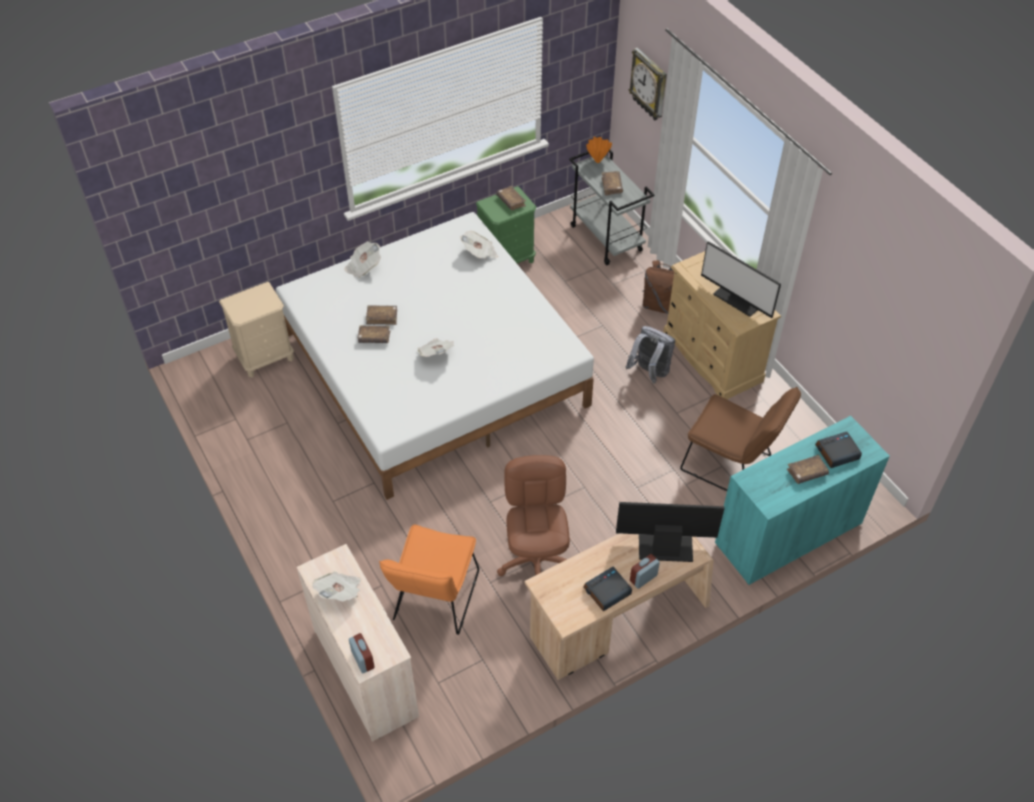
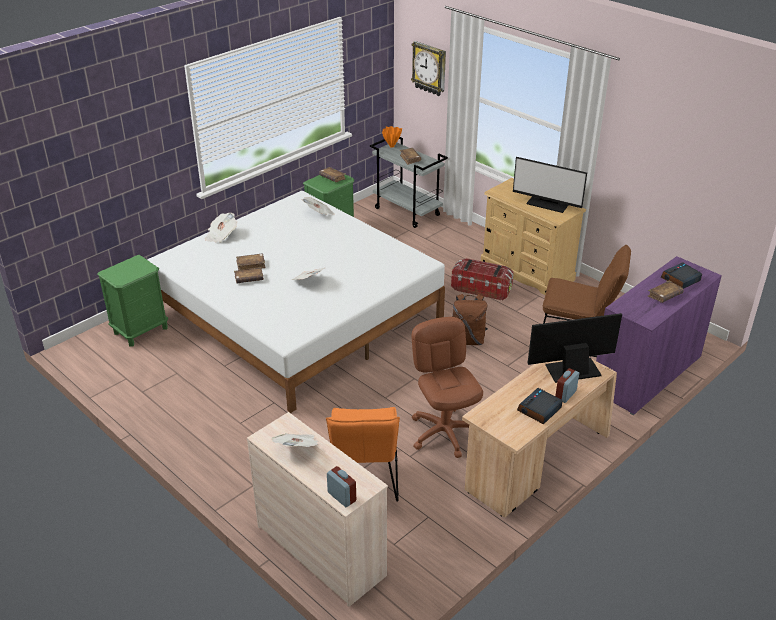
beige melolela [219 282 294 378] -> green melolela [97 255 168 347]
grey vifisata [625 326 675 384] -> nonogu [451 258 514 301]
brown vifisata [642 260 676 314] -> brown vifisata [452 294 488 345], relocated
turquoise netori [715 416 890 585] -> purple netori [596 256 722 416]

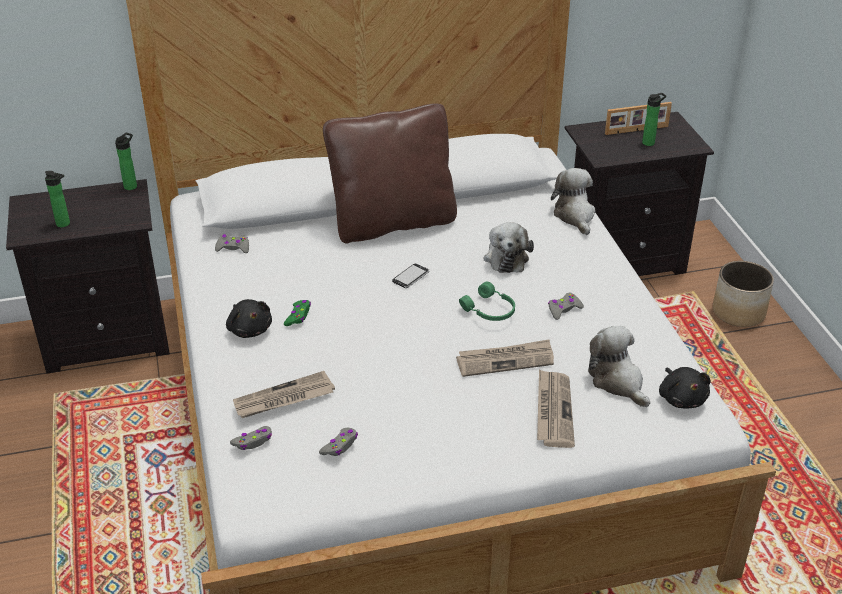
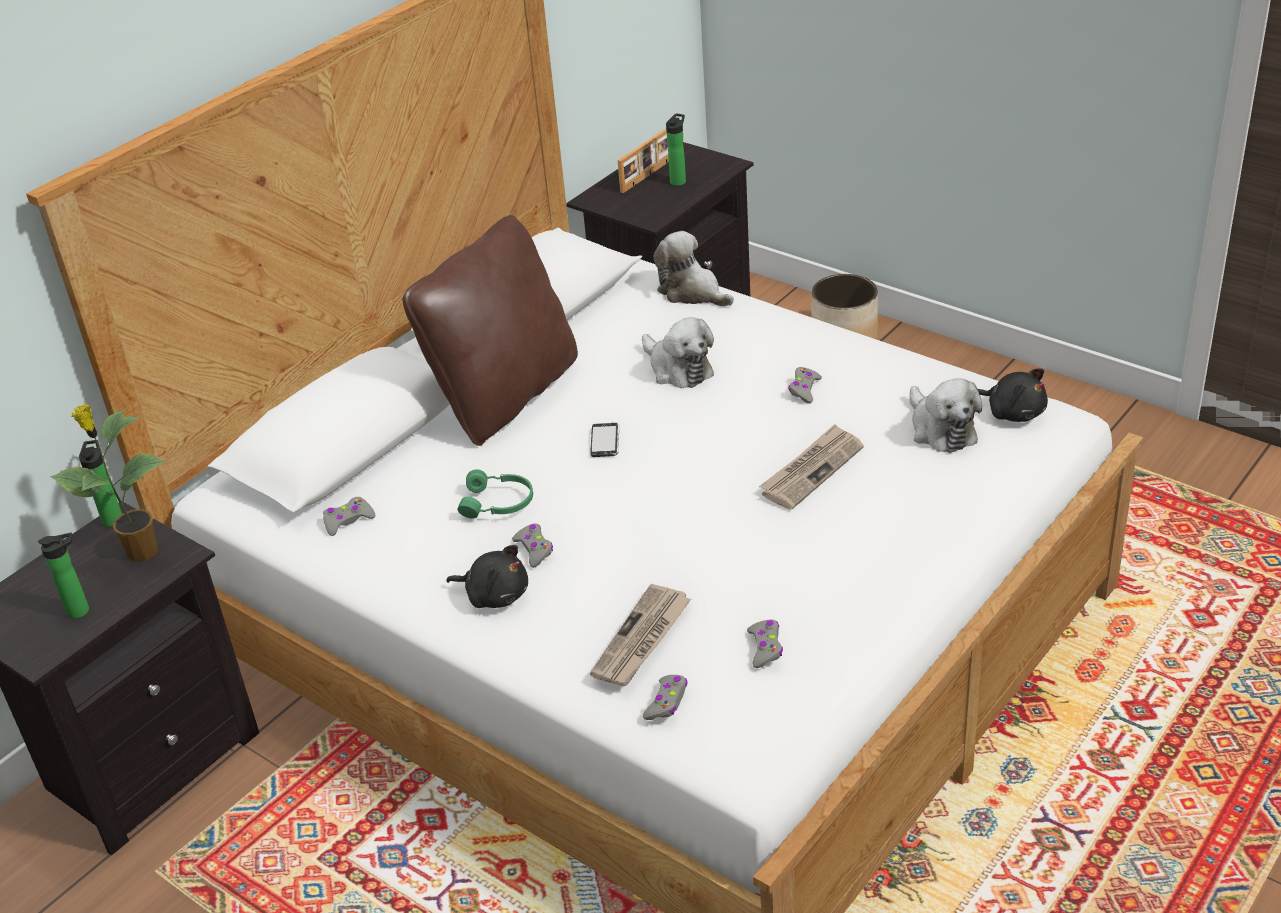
none -> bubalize [50 404 166 562]
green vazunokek [459 282 515 321] -> green vazunokek [457 469 533 519], relocated
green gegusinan [284 300 311 326] -> grey gegusinan [512 524 553 568]
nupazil [588 326 650 408] -> nupazil [909 378 982 453], 135 degrees counterclockwise
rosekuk [537 369 575 448] -> none

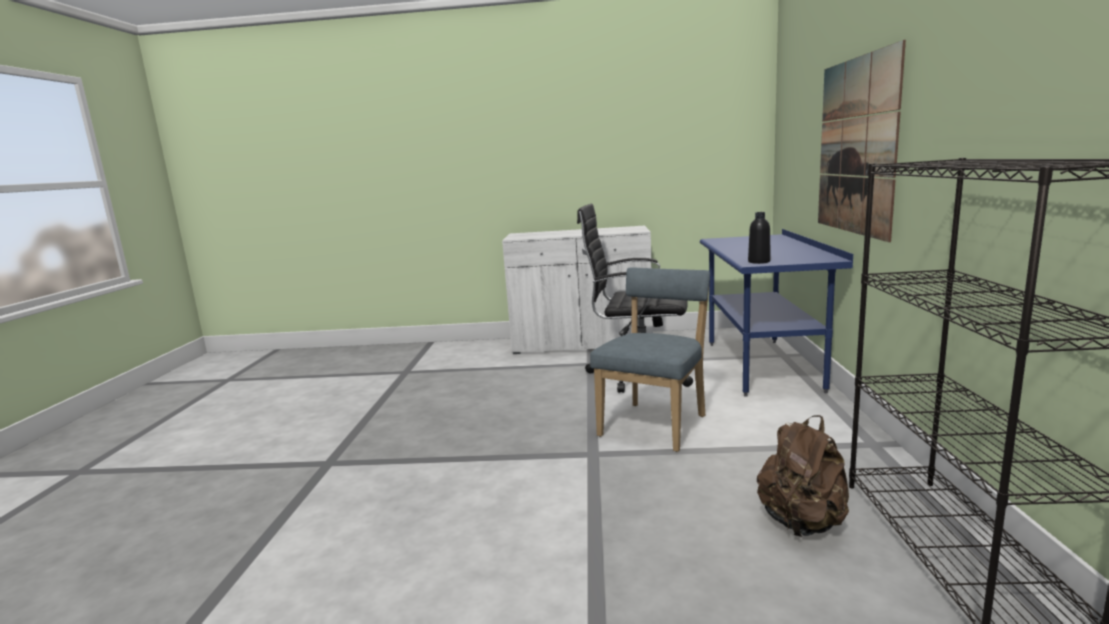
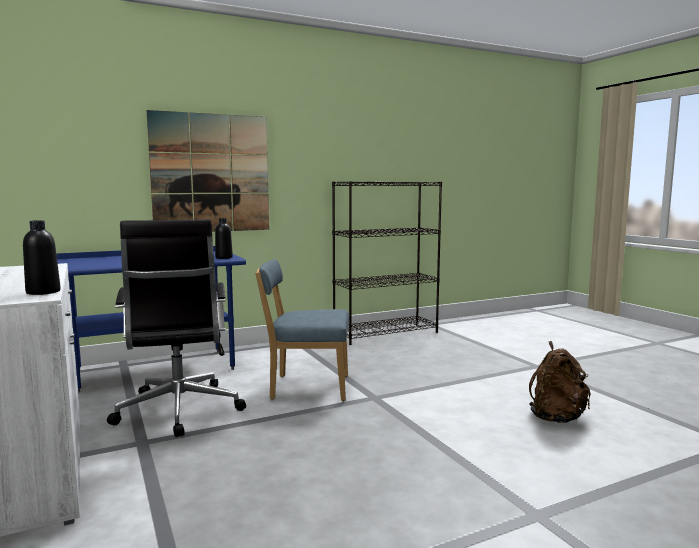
none -> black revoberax [23 220 61 295]
brown vifisata [757 415 849 537] -> brown vifisata [529 341 590 423], relocated

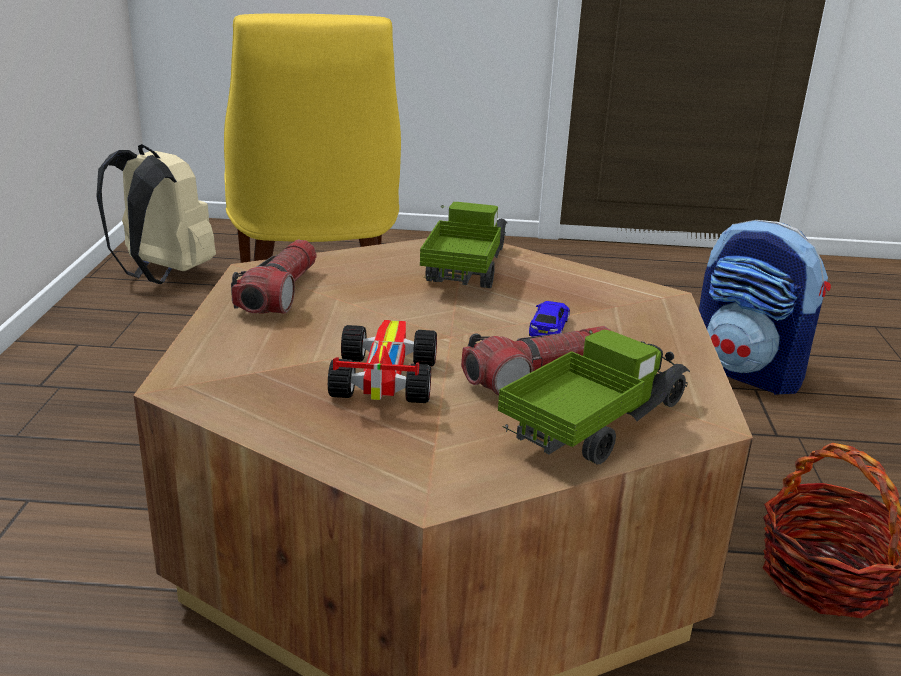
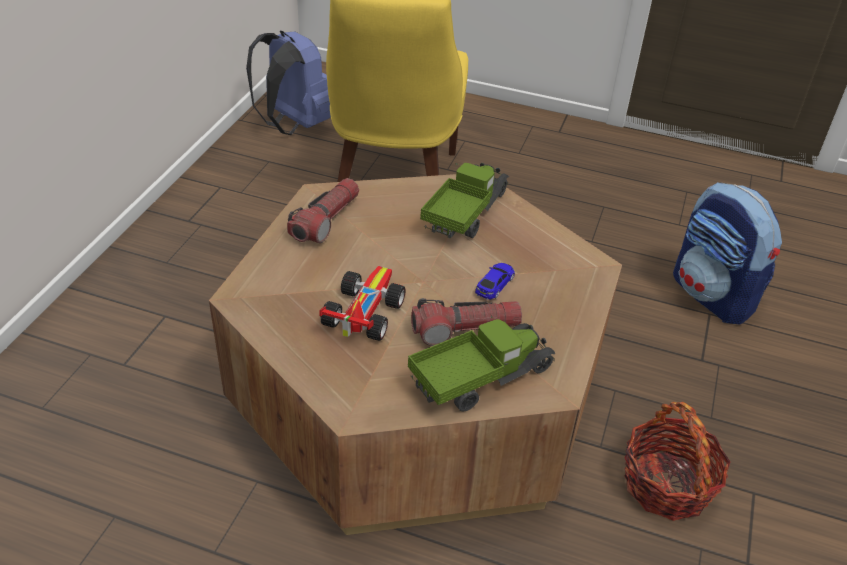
beige vifisata [96 144 216 284] -> blue vifisata [246 31 331 135]

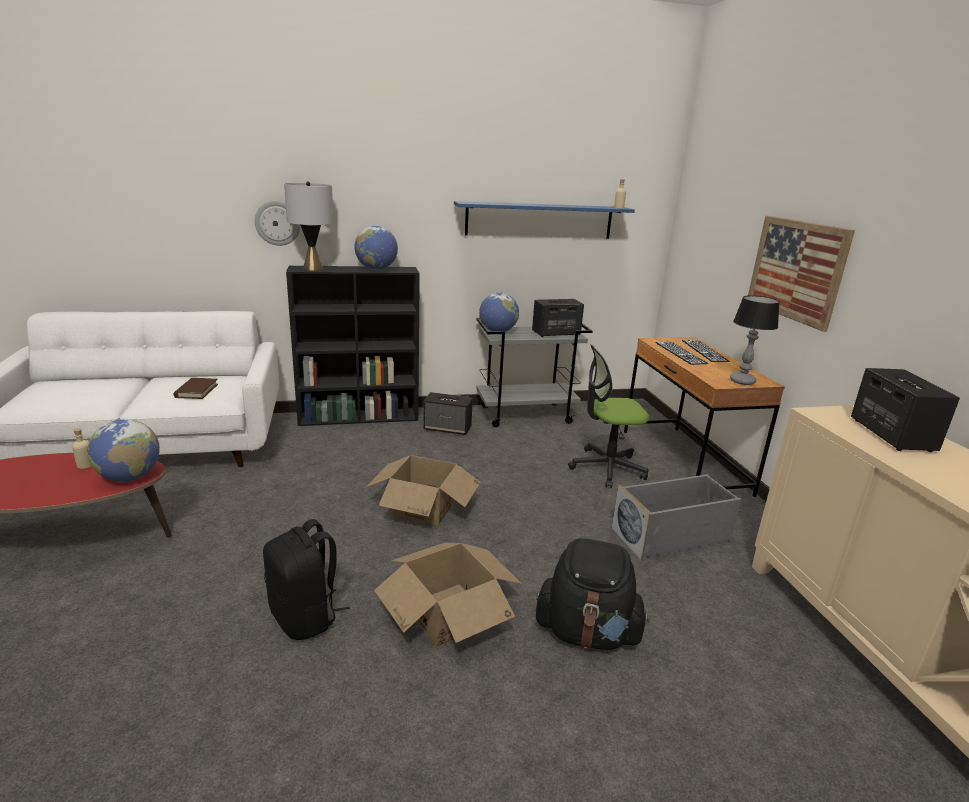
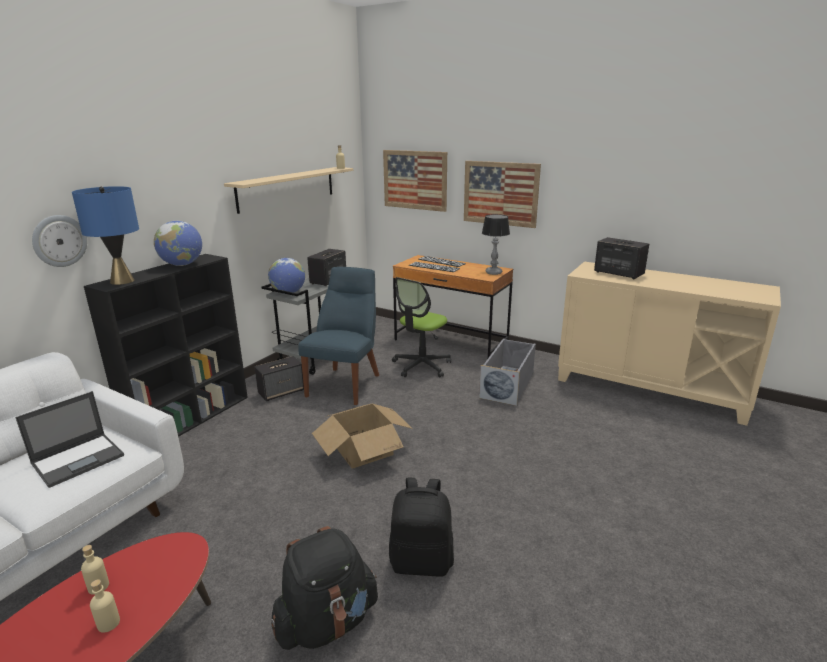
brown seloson [174 378 218 399] -> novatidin [15 391 124 488]
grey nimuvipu [284 181 334 271] -> blue nimuvipu [72 186 139 285]
none -> beige revoberax [90 579 120 633]
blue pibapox [454 201 635 239] -> beige pibapox [224 167 353 214]
black vifisata [536 538 649 650] -> black vifisata [271 526 378 650], relocated
none -> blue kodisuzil [298 267 379 405]
none -> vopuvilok [383 150 447 212]
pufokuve [87 419 160 481] -> none
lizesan [374 543 522 647] -> none

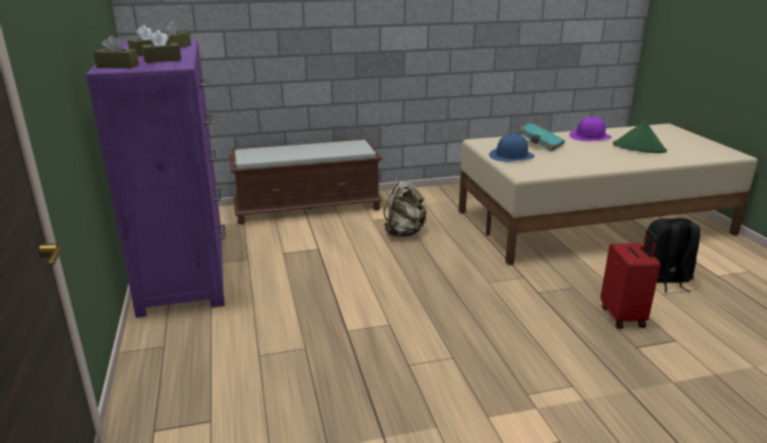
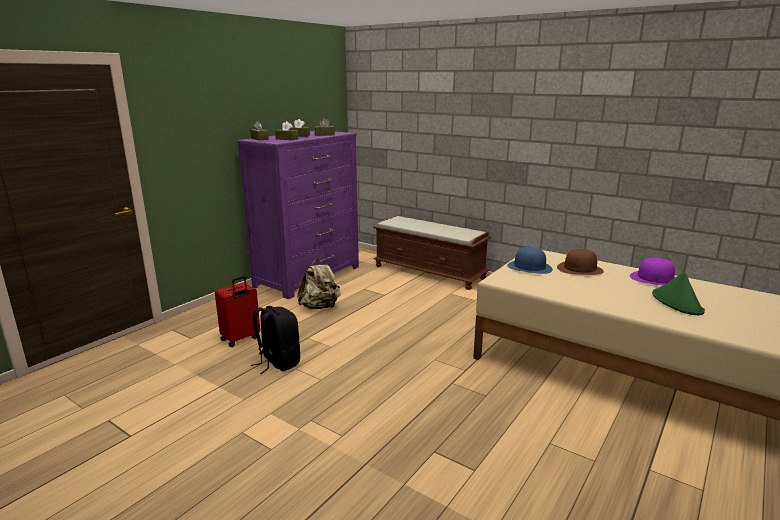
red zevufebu [601 230 660 329] -> red zevufebu [215 276 260 347], relocated
black vifisata [645 218 700 292] -> black vifisata [251 306 300 374], relocated
beige vifisata [383 177 427 237] -> beige vifisata [297 259 341 309], relocated
turquoise seloson [518 122 565 151] -> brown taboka [557 249 604 275]

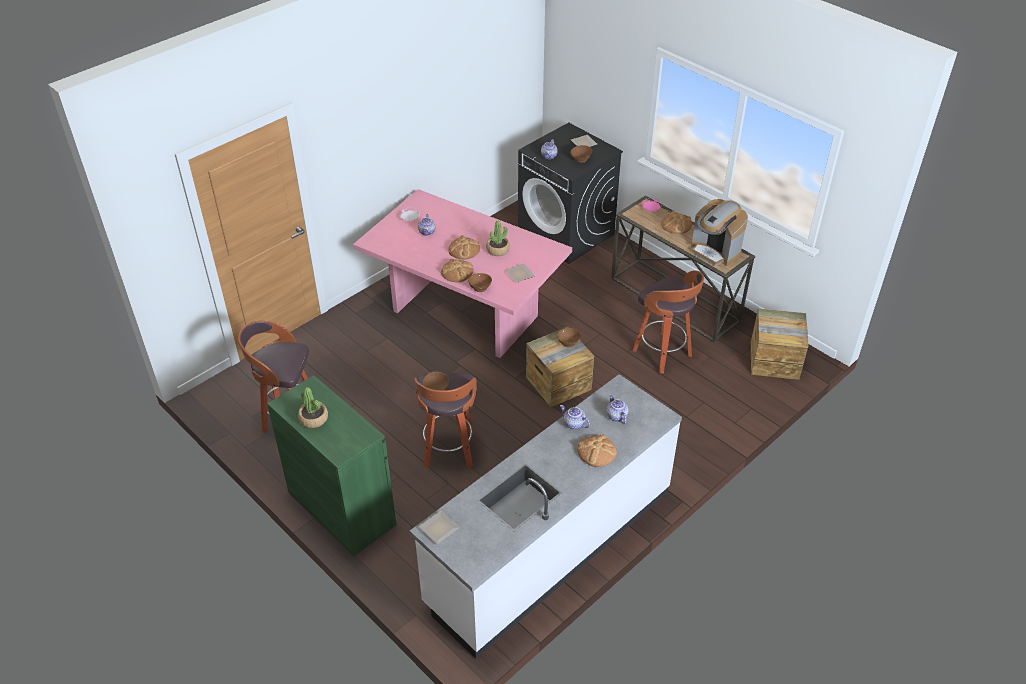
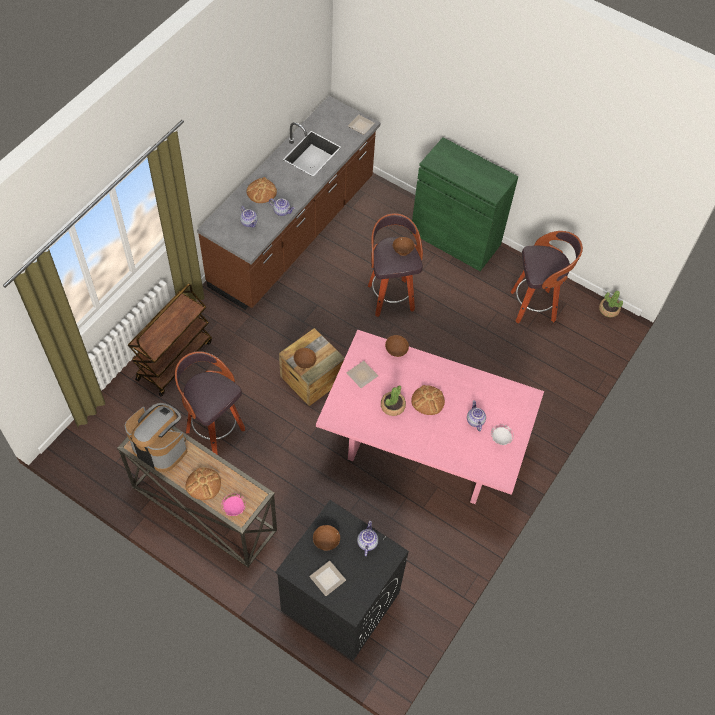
none -> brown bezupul [128 284 212 397]
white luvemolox [410 374 682 659] -> brown luvemolox [197 96 380 310]
bubalize [298 387 328 428] -> bubalize [599 291 623 317], relocated
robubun [441 259 473 282] -> none
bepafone [751 308 809 380] -> none

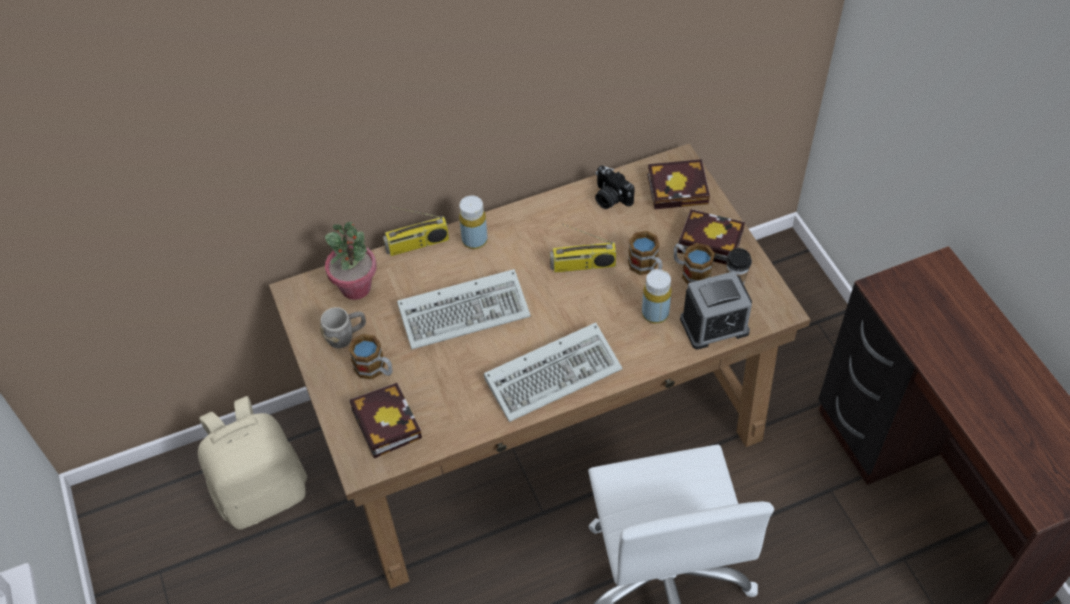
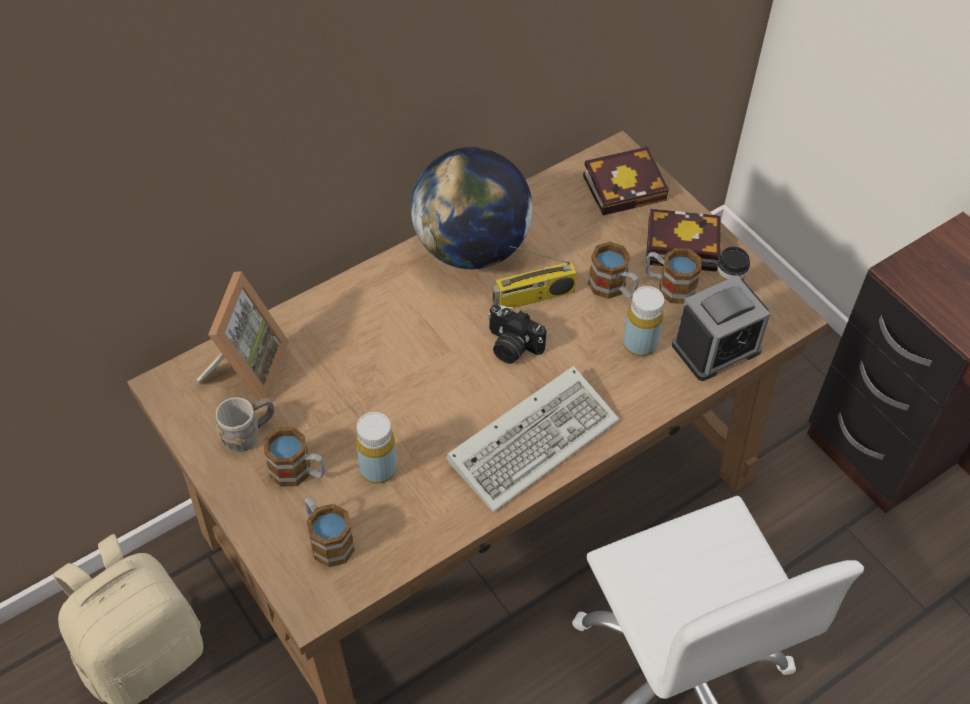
bubalize [325 221 376 300] -> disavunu [196 271 289 401]
seloson [350 383 422 458] -> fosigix [304 497 355 567]
yellow revoberax [459 196 488 249] -> yellow revoberax [356 412 397 484], relocated
none -> pufokuve [411 147 533 269]
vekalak [595 166 635 209] -> vekalak [488 304 547 364], relocated
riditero [383 206 449 256] -> none
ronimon [397 269 531 349] -> none

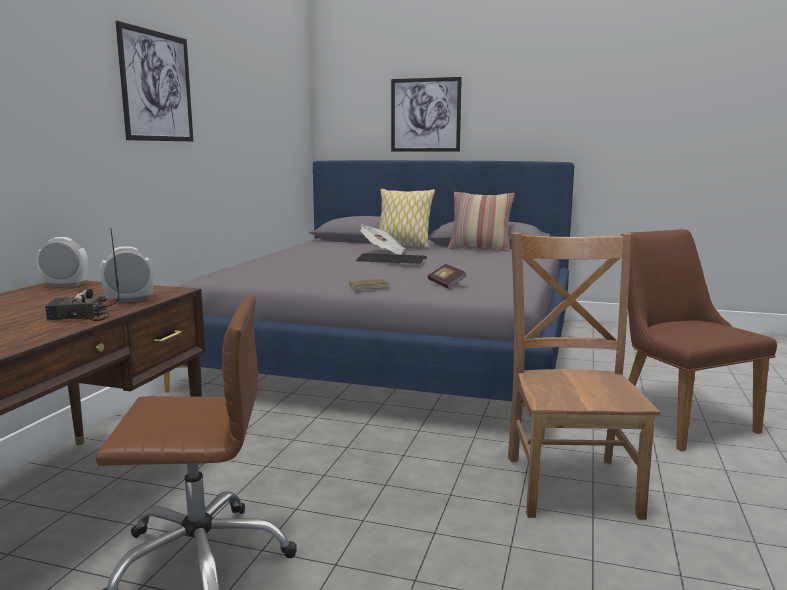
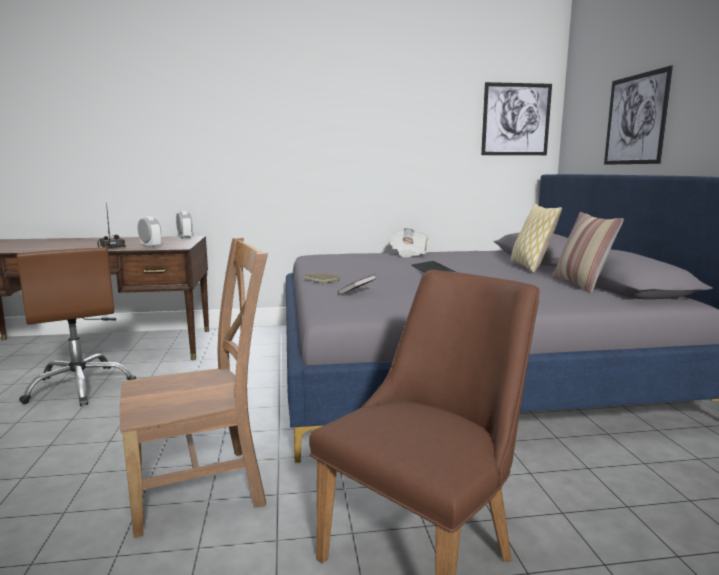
rosekuk [360 225 405 255] -> rosekuk [389 228 429 257], relocated
vopuvilok [116 21 193 141] -> vopuvilok [481 82 552 155], relocated

